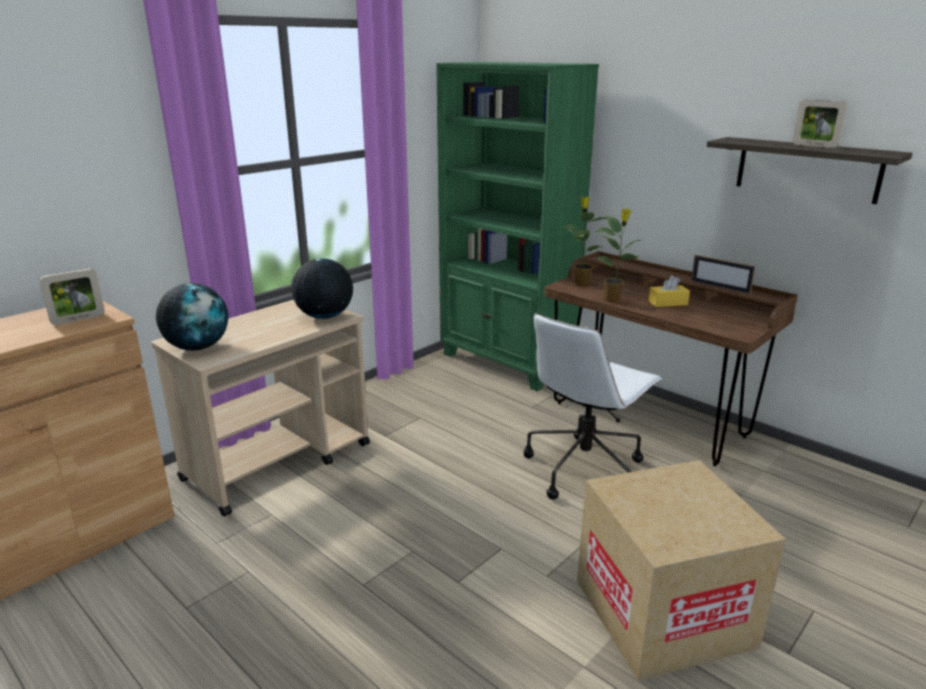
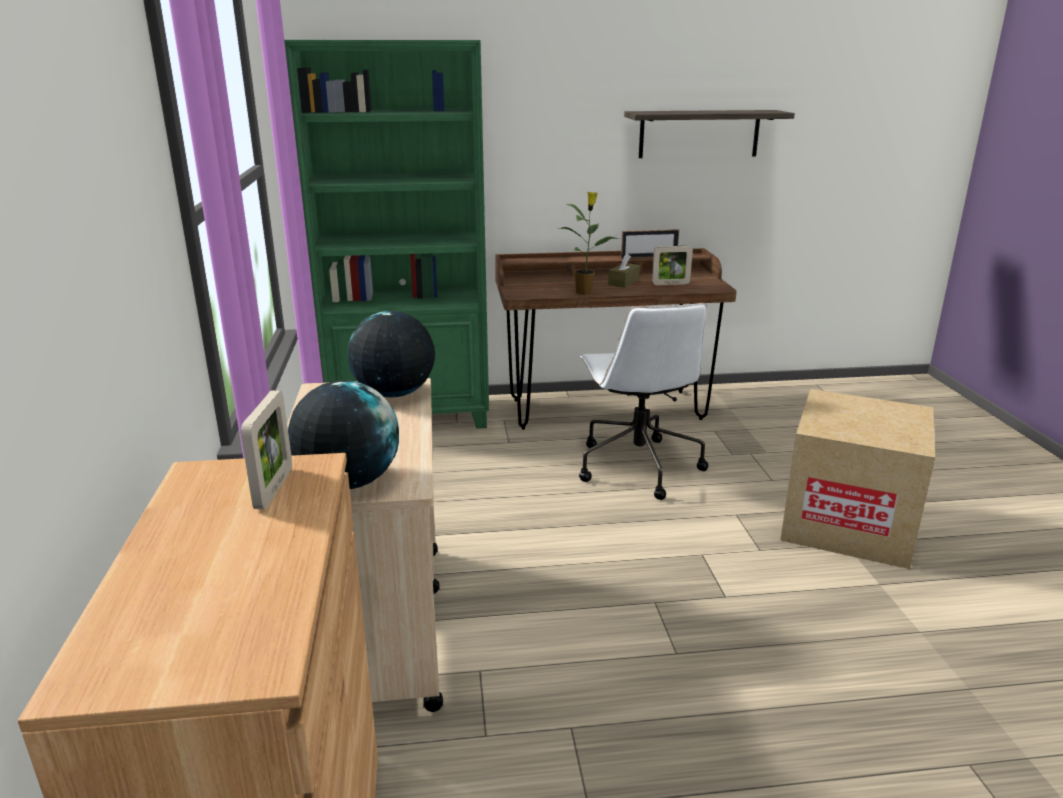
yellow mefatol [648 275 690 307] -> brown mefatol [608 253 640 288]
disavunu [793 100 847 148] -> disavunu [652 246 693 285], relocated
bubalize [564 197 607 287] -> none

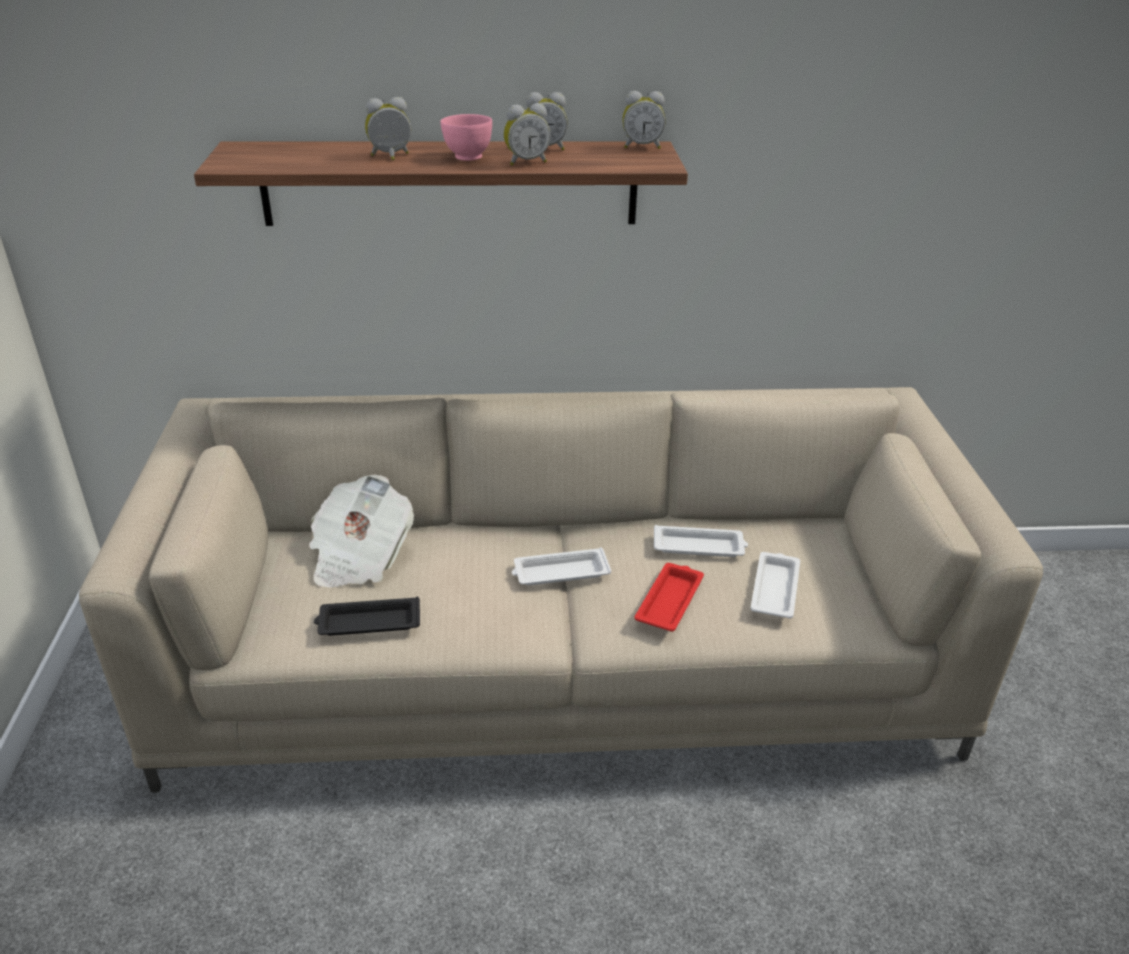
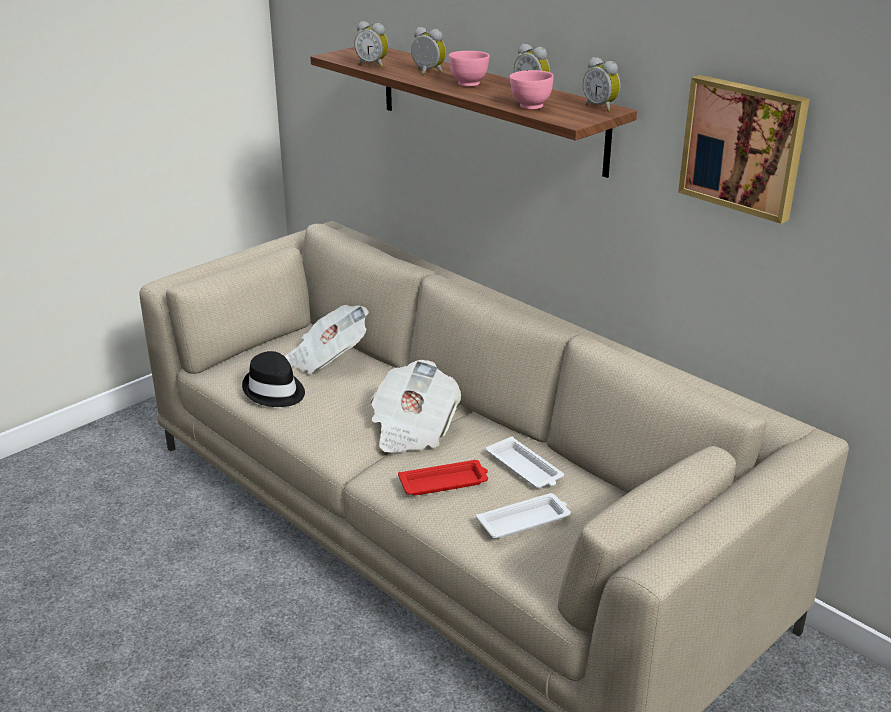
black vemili [314 597 420 636] -> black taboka [242 351 305 407]
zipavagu [504 103 551 165] -> zipavagu [354 21 389 68], relocated
white vemili [512 547 611 585] -> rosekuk [371 360 461 453]
none -> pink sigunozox [510 70 554 109]
none -> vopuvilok [678 75 810 224]

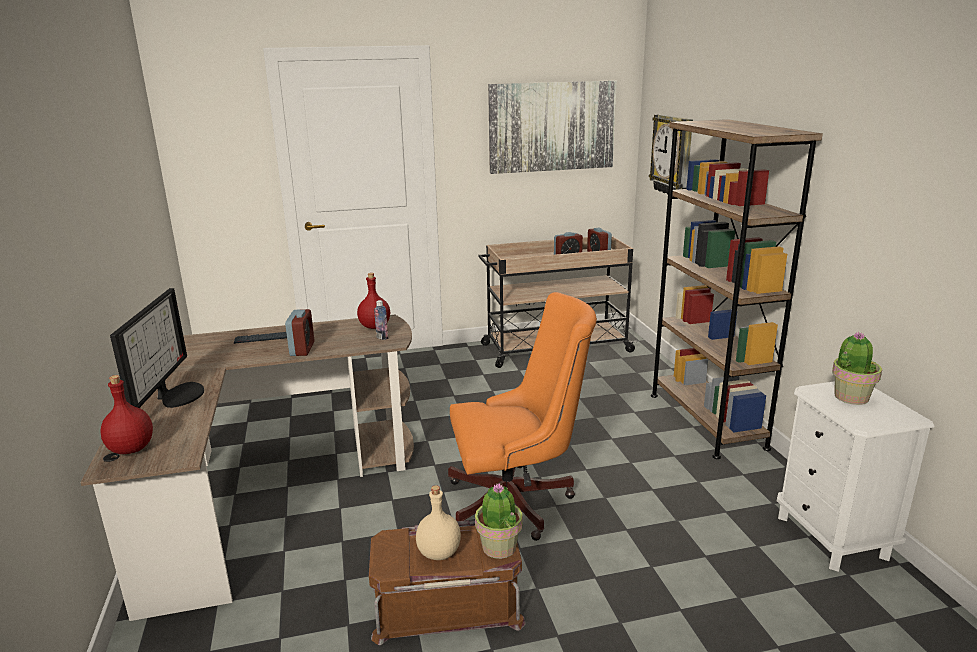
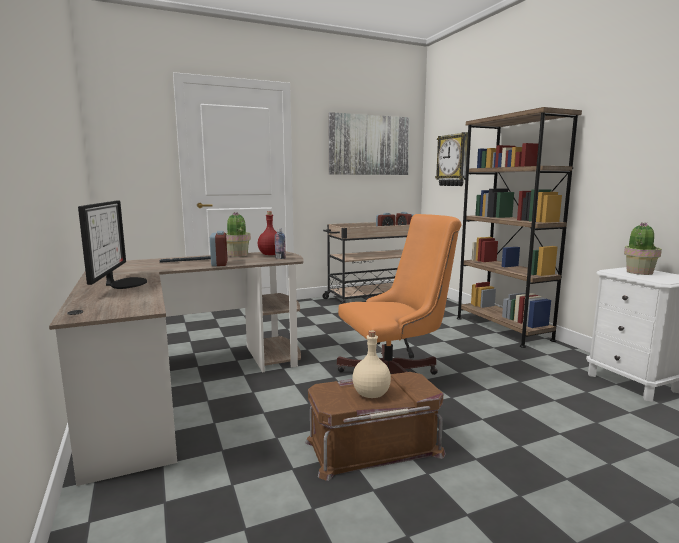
bubalize [475 484 523 559] -> bubalize [226 212 251 257], relocated
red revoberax [100 375 153 454] -> none

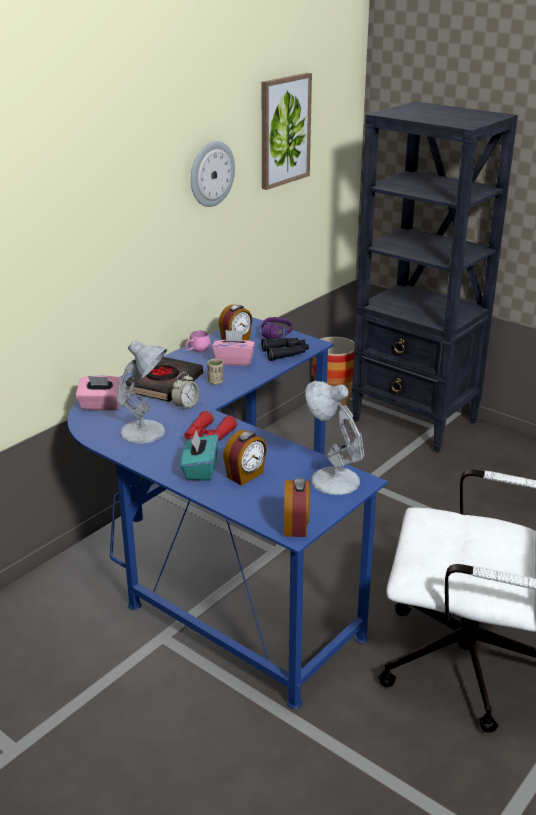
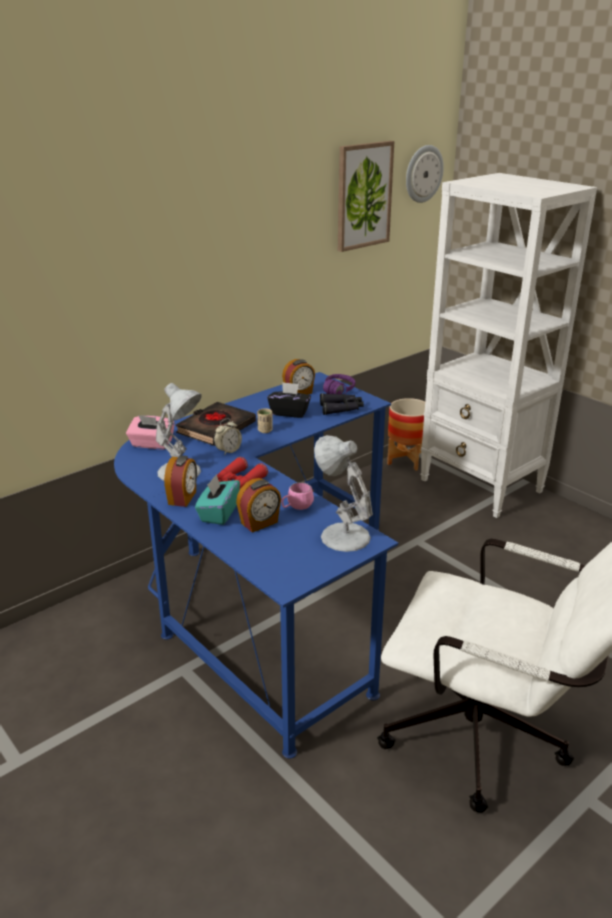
zipavagu [284 478 310 537] -> zipavagu [164 456 197 507], relocated
pink mefatol [212 330 255 366] -> black mefatol [267 382 311 418]
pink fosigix [185 331 211 352] -> pink fosigix [281 482 314 510], relocated
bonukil [191 141 235 207] -> bonukil [406 145 444 203], relocated
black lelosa [352 101 518 453] -> white lelosa [420 173 597 518]

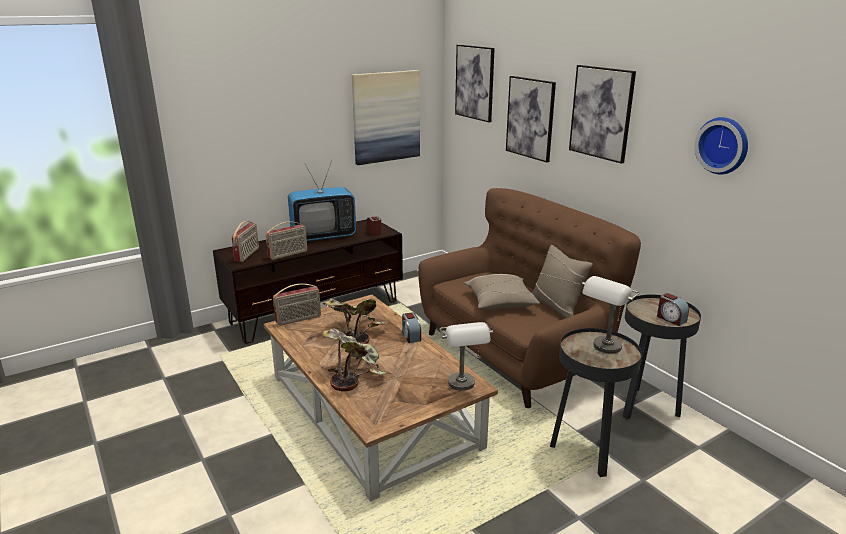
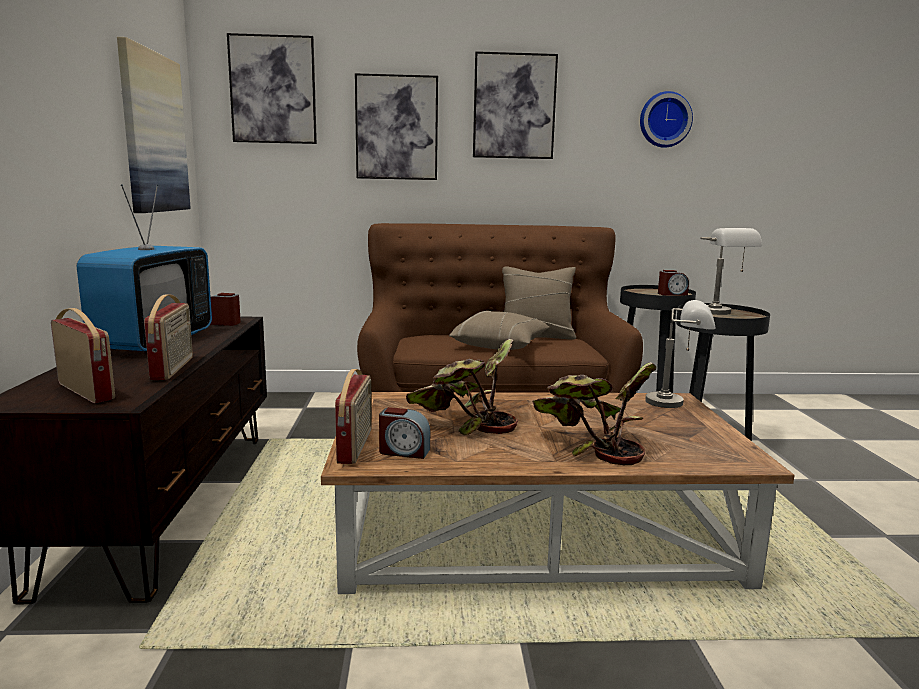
zipavagu [402 313 421 343] -> zipavagu [379 407 430 459], relocated

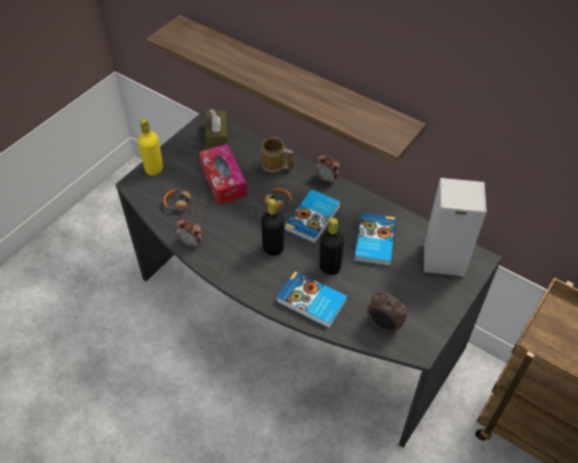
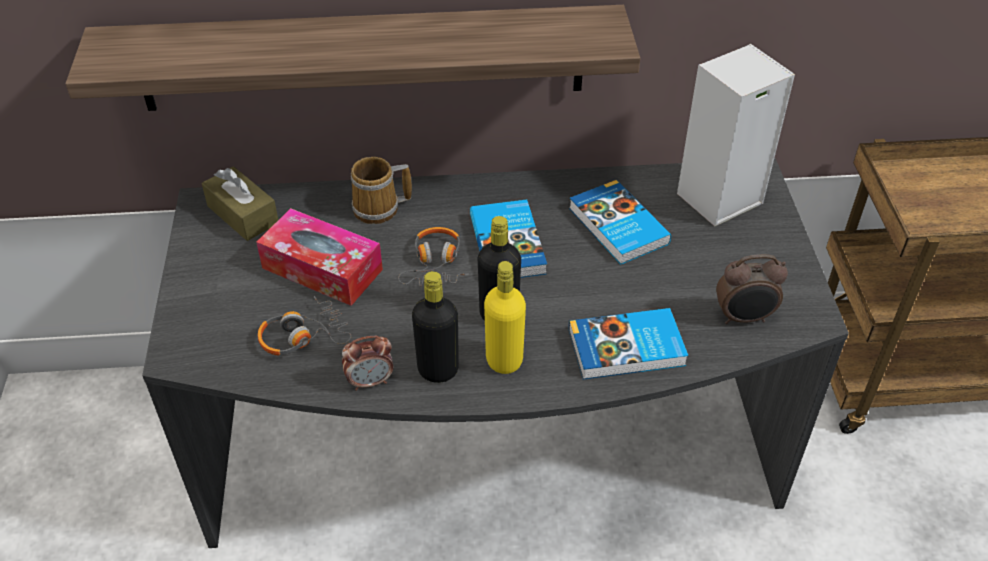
black revoberax [319 218 344 275] -> black revoberax [412 271 459 383], relocated
yellow revoberax [138 118 163 176] -> yellow revoberax [484 261 526 374], relocated
zipavagu [315 154 340 184] -> none

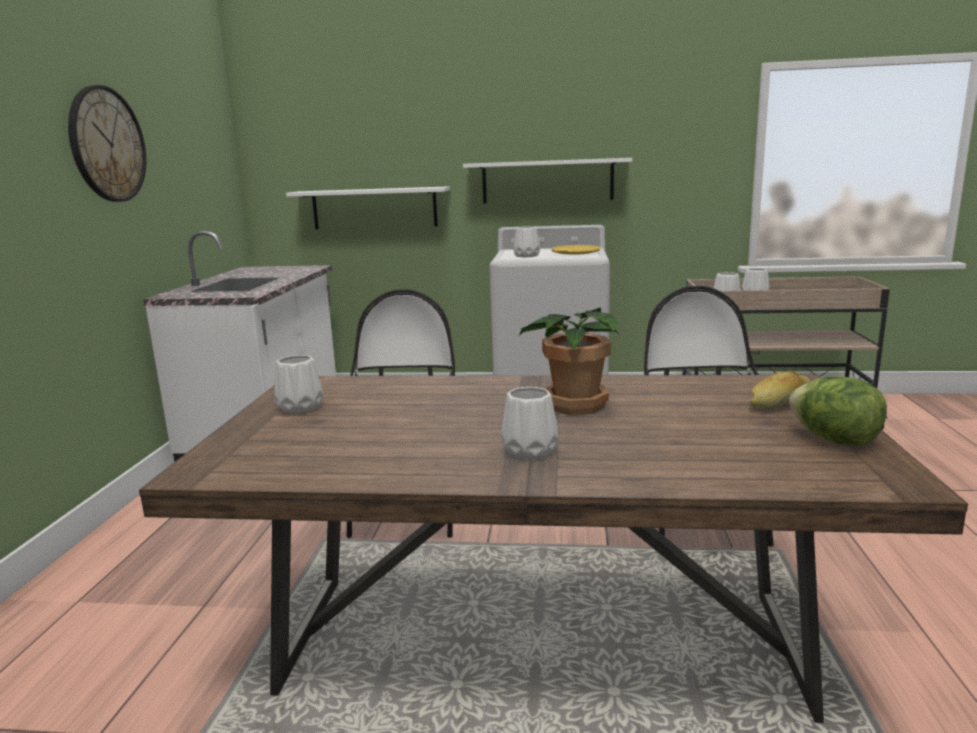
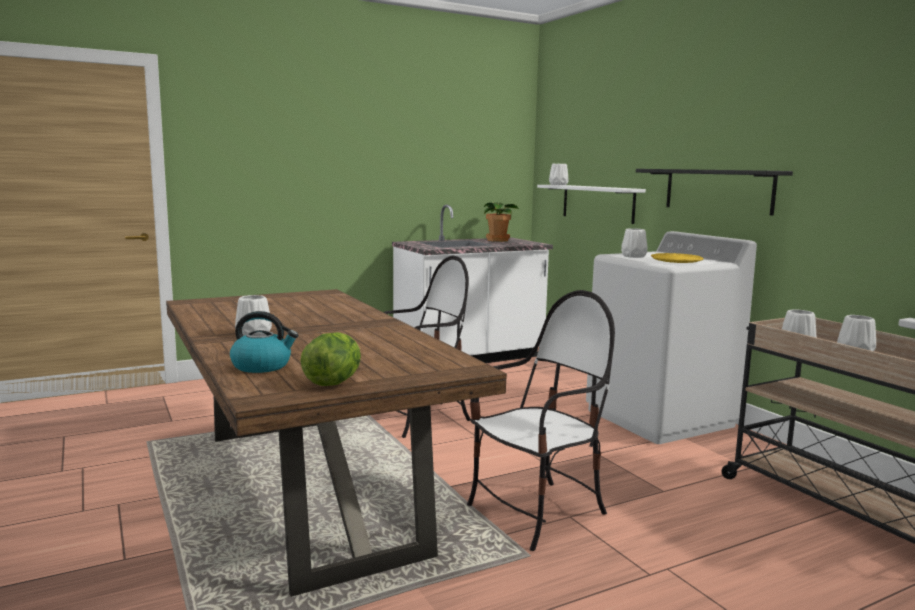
none -> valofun [230 311 298 373]
bubalize [519 307 619 415] -> bubalize [484 202 520 242], relocated
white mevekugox [274 355 323 413] -> white mevekugox [549 164 569 185], relocated
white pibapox [463 158 632 203] -> black pibapox [636 169 793 216]
bonukil [68 85 146 202] -> none
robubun [750 370 811 411] -> none

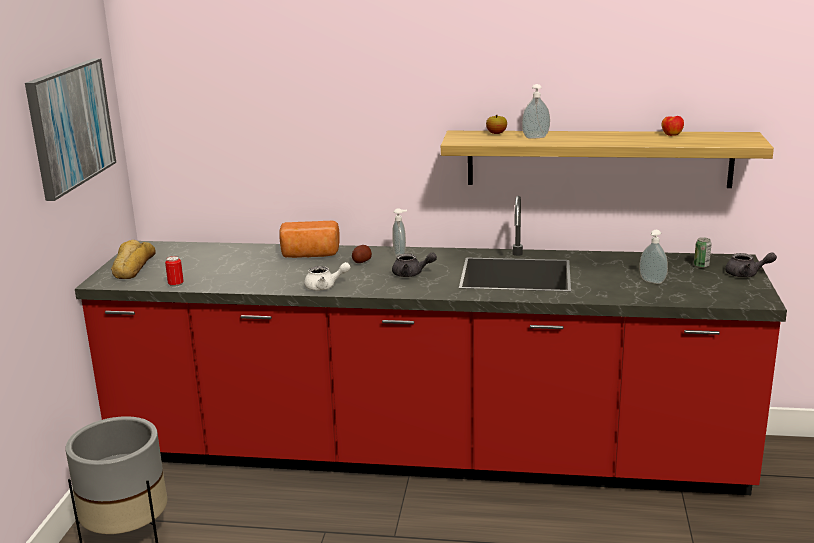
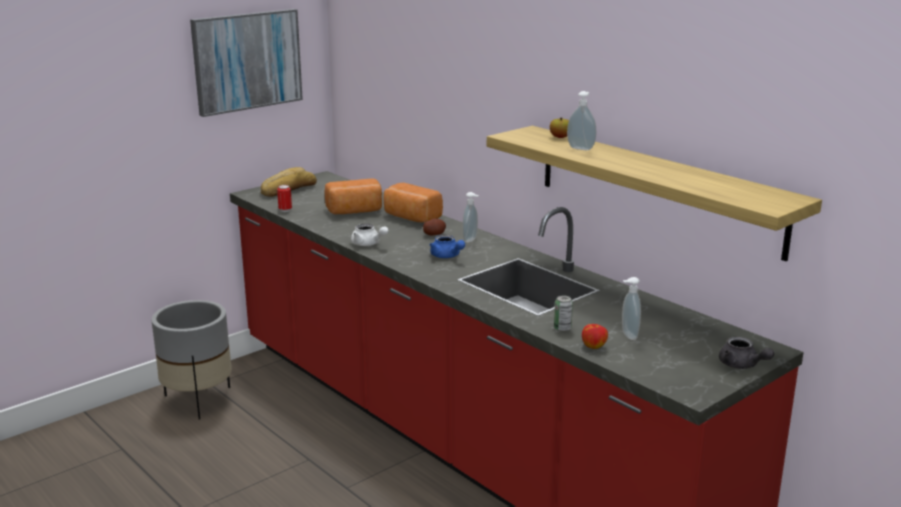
none -> robubun [324 178 382 215]
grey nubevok [392 252 437 277] -> blue nubevok [430 235 465 258]
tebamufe [694 237 712 268] -> tebamufe [554 295 573 332], relocated
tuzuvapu [662 116 684 136] -> tuzuvapu [582 324 608 349], relocated

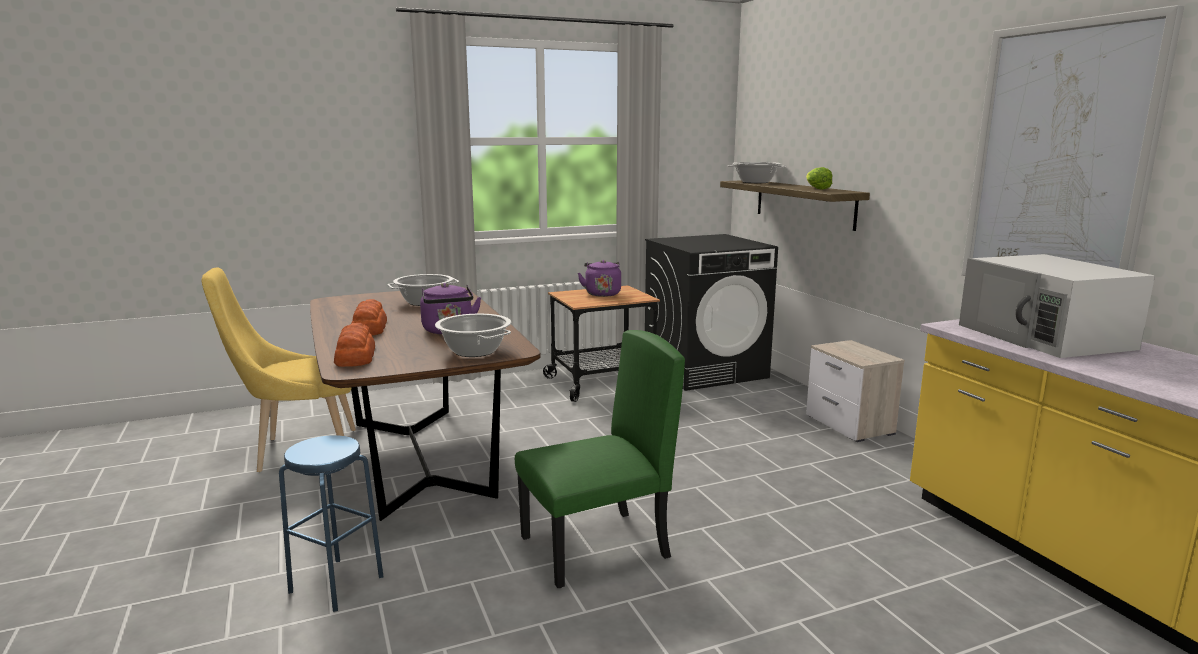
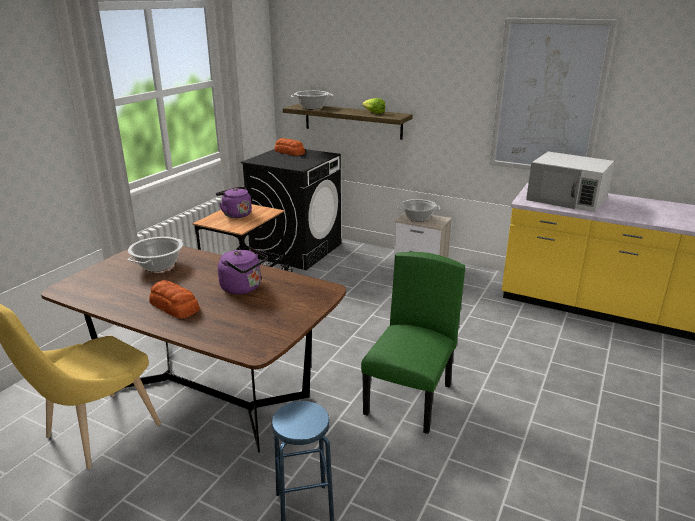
robubun [334 323 375 367] -> robubun [274 138 305 156], relocated
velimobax [435 314 511 357] -> velimobax [397 199 440 222], relocated

